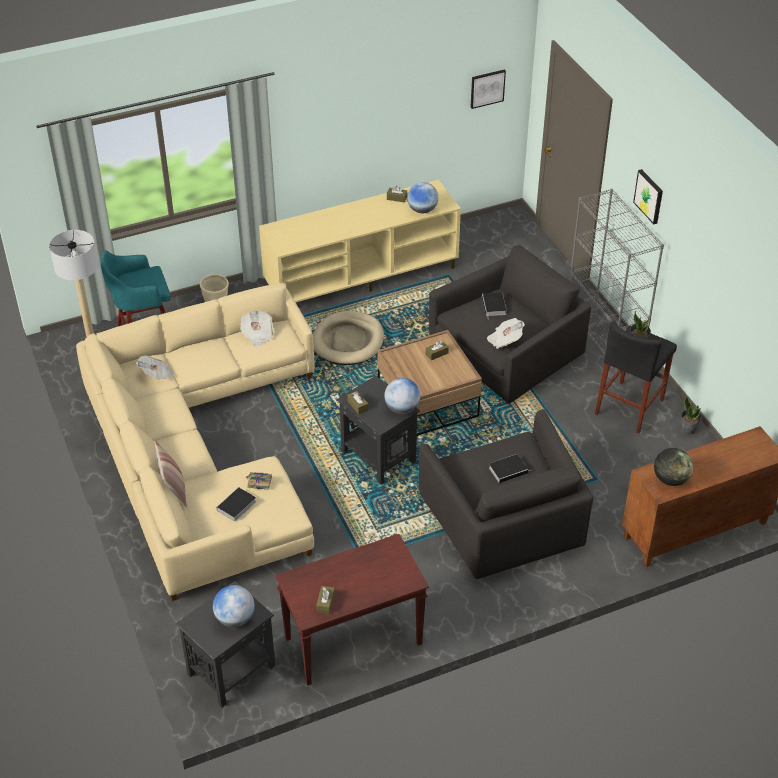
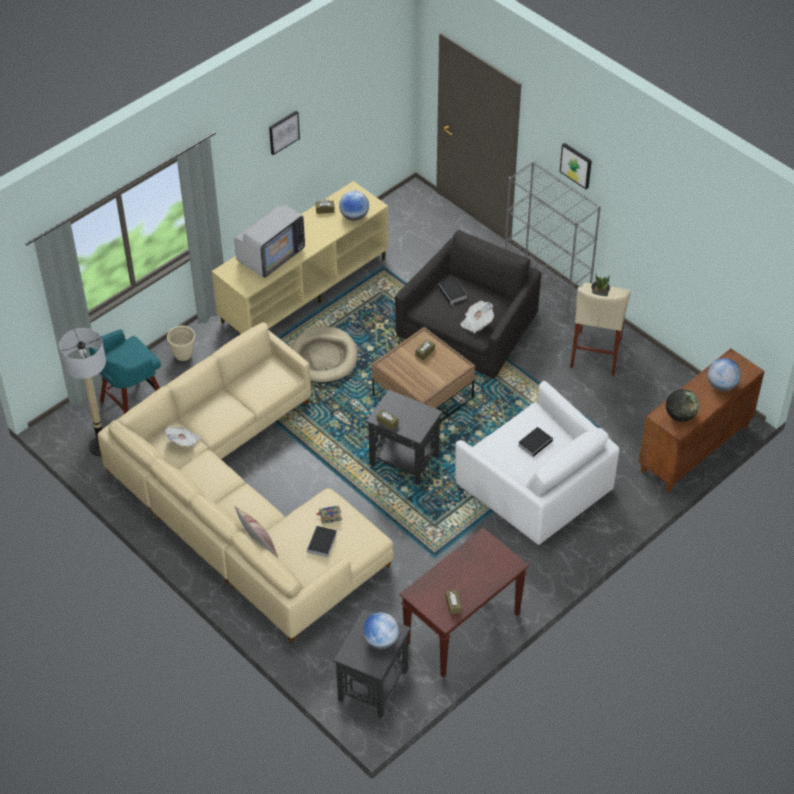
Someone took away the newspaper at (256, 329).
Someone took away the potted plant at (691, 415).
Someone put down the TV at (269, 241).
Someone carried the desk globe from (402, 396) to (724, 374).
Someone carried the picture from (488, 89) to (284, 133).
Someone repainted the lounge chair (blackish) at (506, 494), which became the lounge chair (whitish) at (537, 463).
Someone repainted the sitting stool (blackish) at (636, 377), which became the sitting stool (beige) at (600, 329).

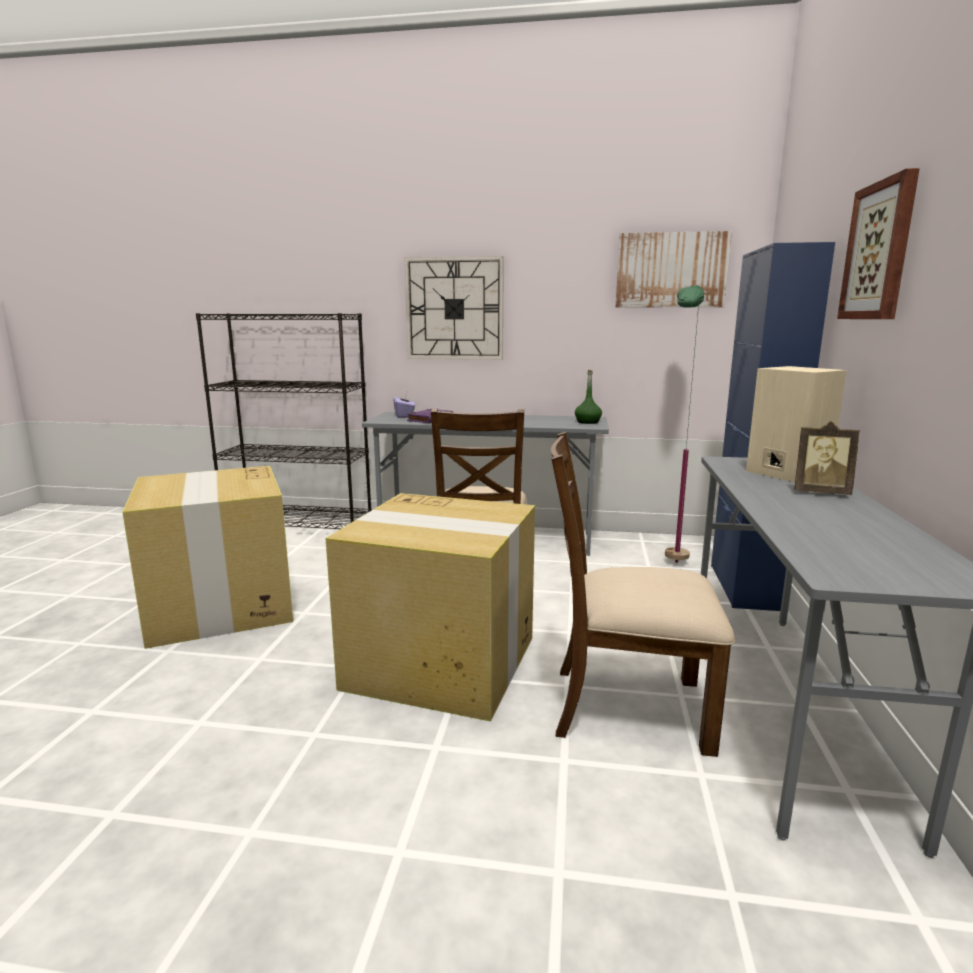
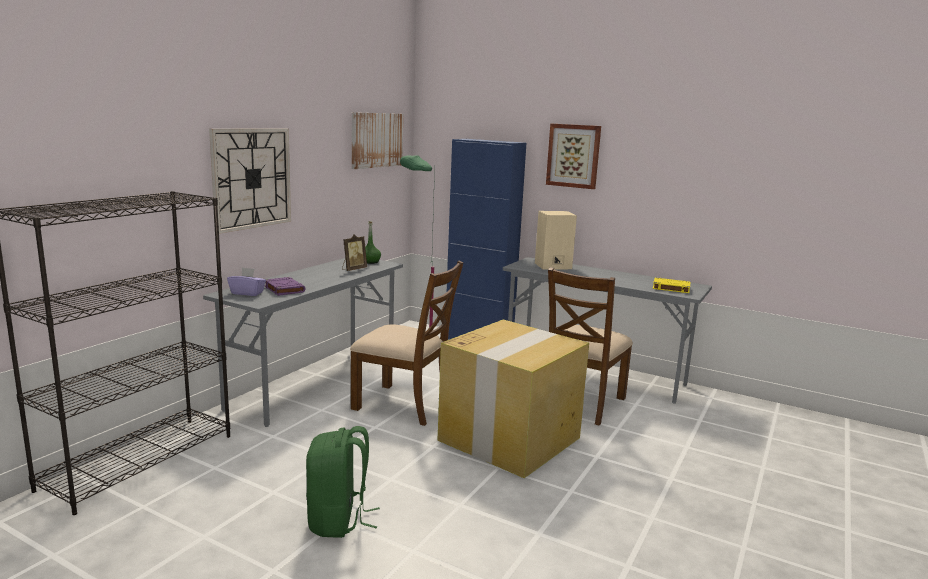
Someone put down the bound book (yellow) at (671, 285).
Someone carried the picture frame from (827, 458) to (354, 252).
Someone swapped the carton at (207, 557) for the rucksack (green-coloured) at (343, 482).

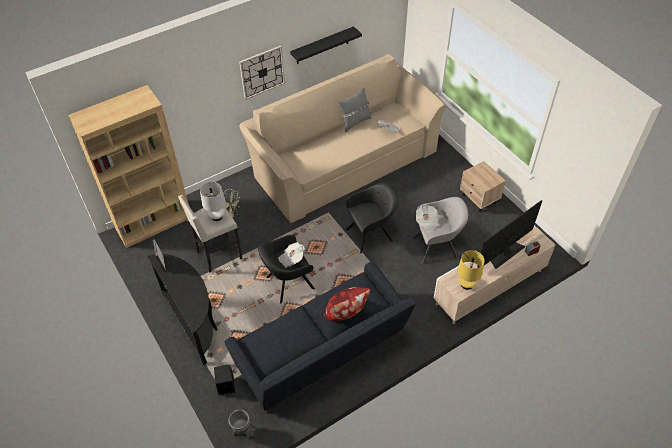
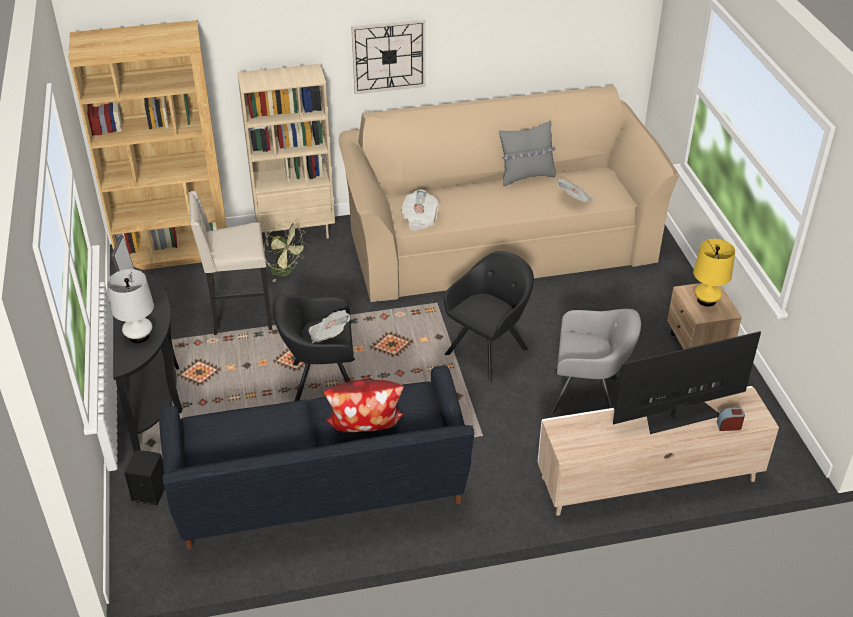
Someone took away the plant pot (greyish) at (239, 424).
Someone took away the shelf (blackish) at (326, 45).
Someone put down the bookshelf (beige) at (286, 155).
Someone carried the table lamp (whitish) from (213, 201) to (130, 306).
Someone carried the newspaper from (427, 218) to (420, 210).
Someone carried the table lamp (yellow) from (471, 270) to (714, 273).
Someone rotated the lounge chair (blackish) at (372, 217) by 45 degrees counterclockwise.

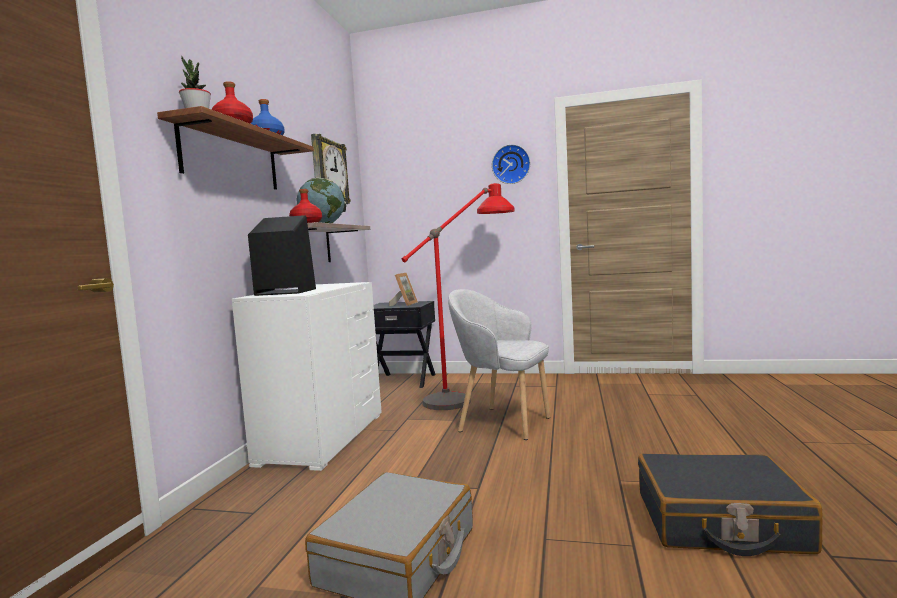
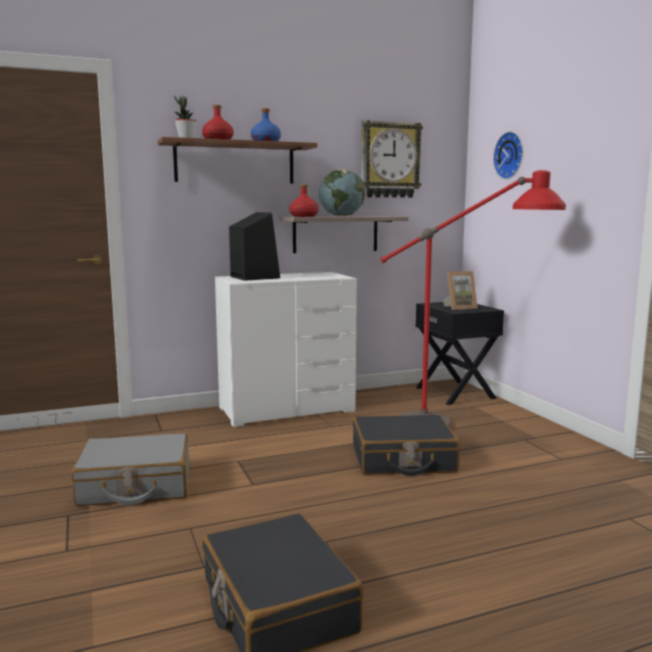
Someone carried the clock on the wall from (511, 164) to (508, 155).
Someone swapped the lounge chair (greyish) at (499, 364) for the suitcase (blackish) at (406, 445).

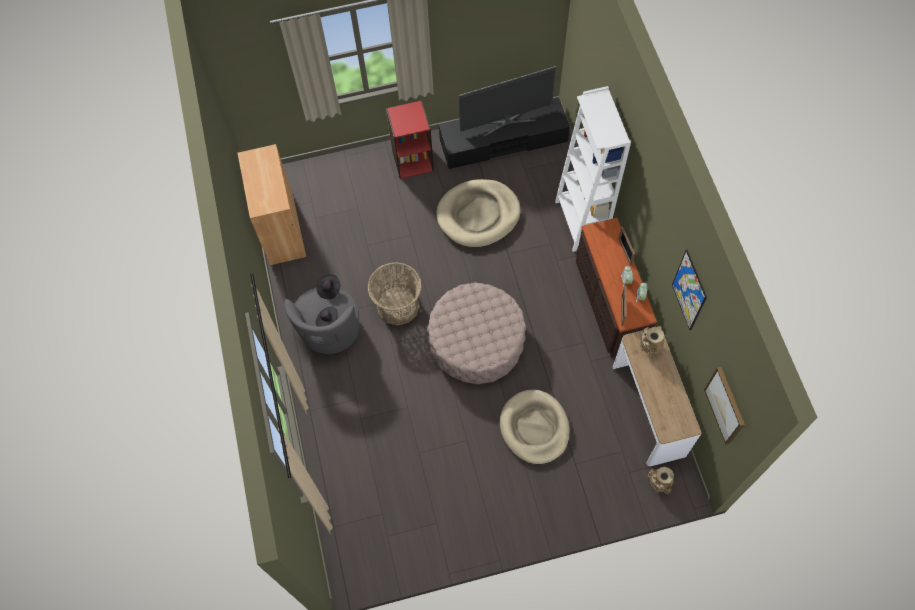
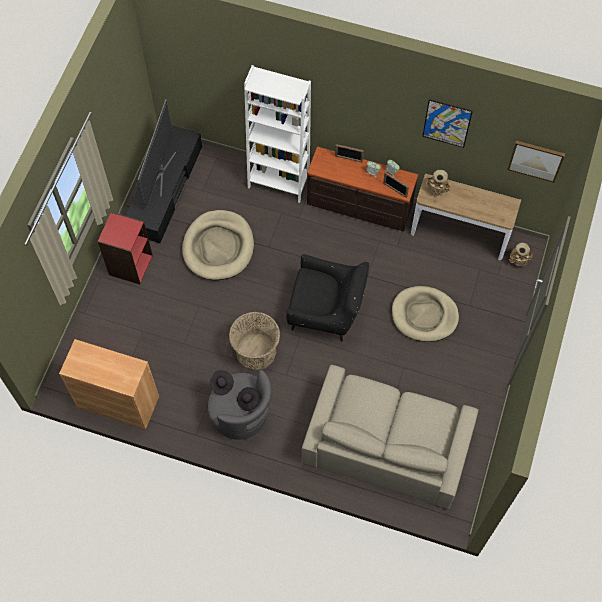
Someone put down the couch (beige) at (390, 437).
Someone swapped the pouffe (beige) at (476, 333) for the lounge chair (blackish) at (327, 297).

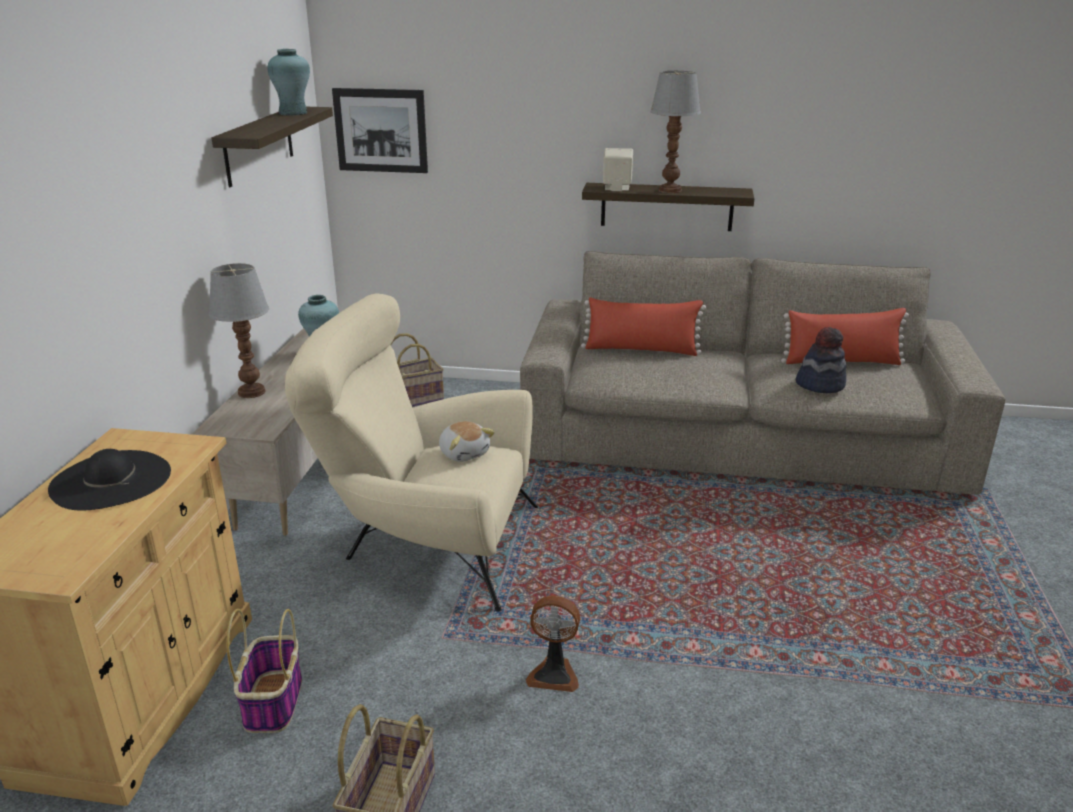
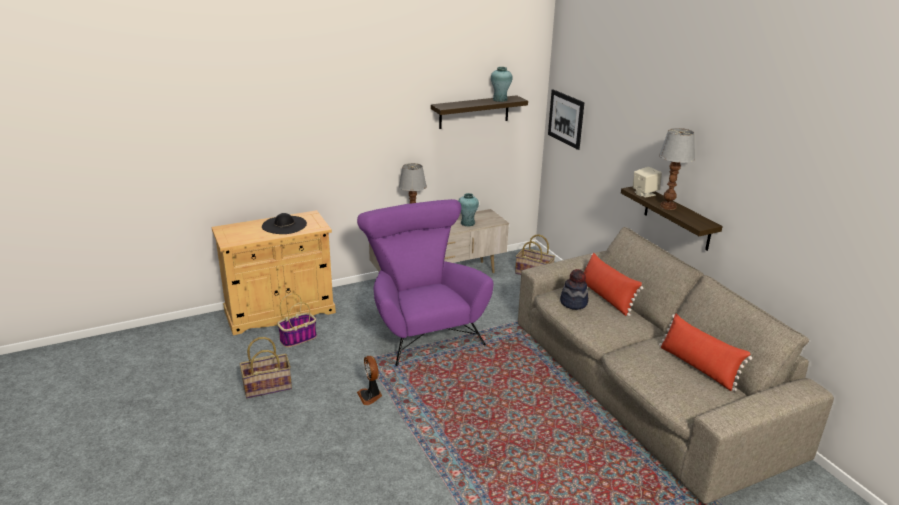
Someone took away the cuddly toy at (467, 441).
Someone carried the wearable hat from (821, 360) to (574, 289).
Someone repainted the lounge chair (beige) at (411, 452), which became the lounge chair (purple-coloured) at (425, 282).

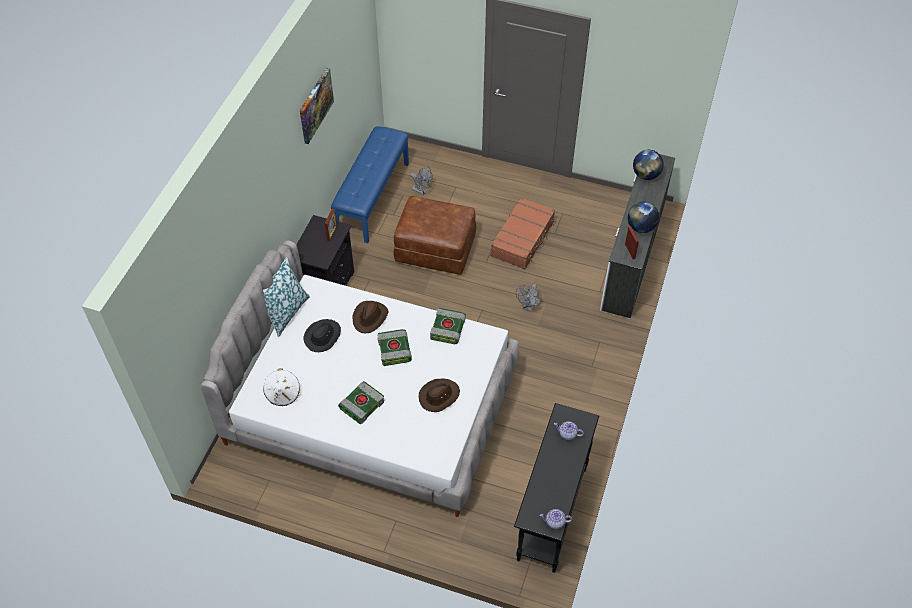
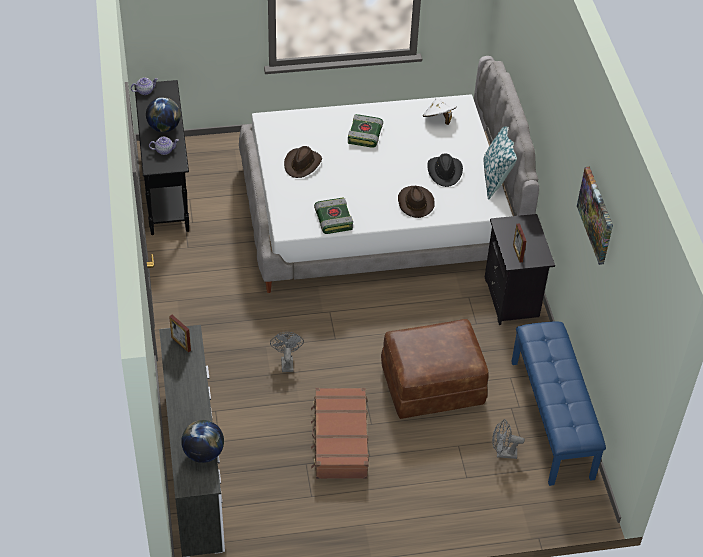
Someone took away the bound book at (394, 347).
Someone carried the desk globe from (643, 217) to (163, 114).

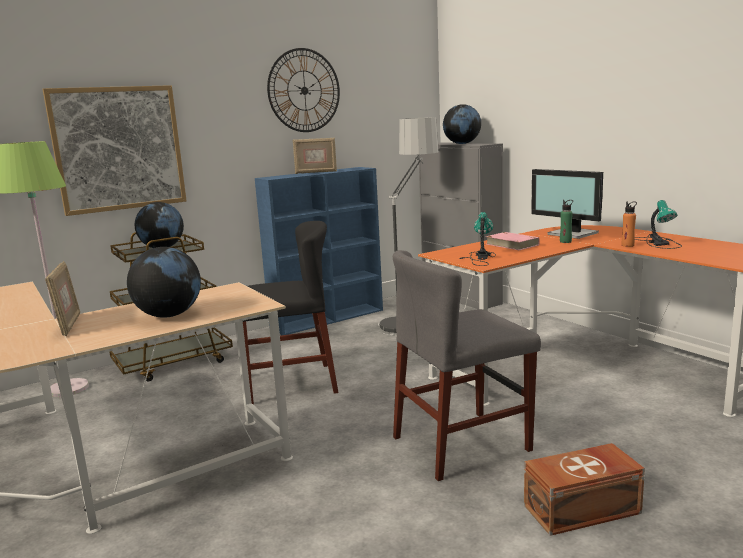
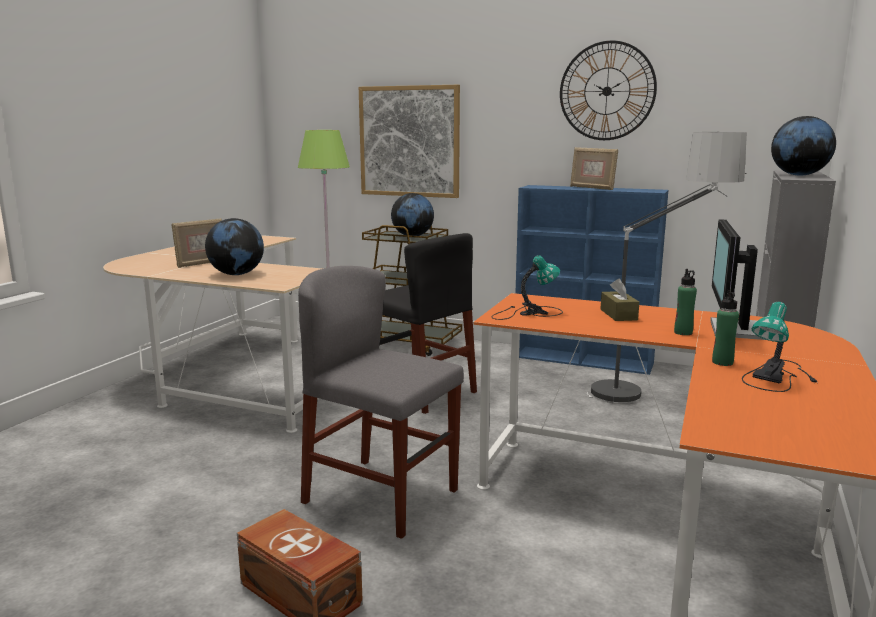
Someone swapped the bound book (pinkish) at (512, 241) for the tissue holder (brownish) at (619, 299).
Someone repainted the bottle (orange-coloured) at (629, 224), which became the bottle (green-coloured) at (725, 328).

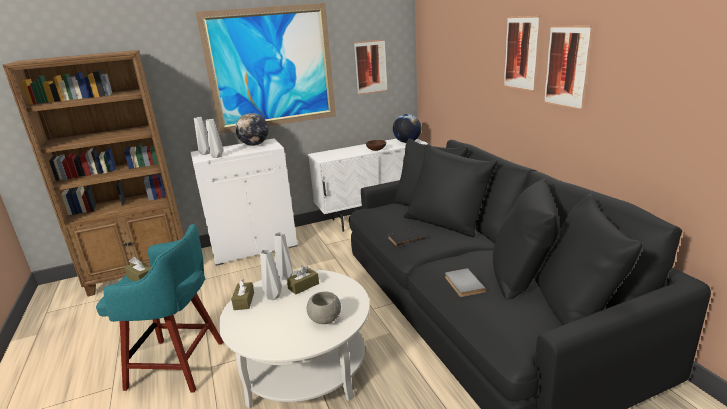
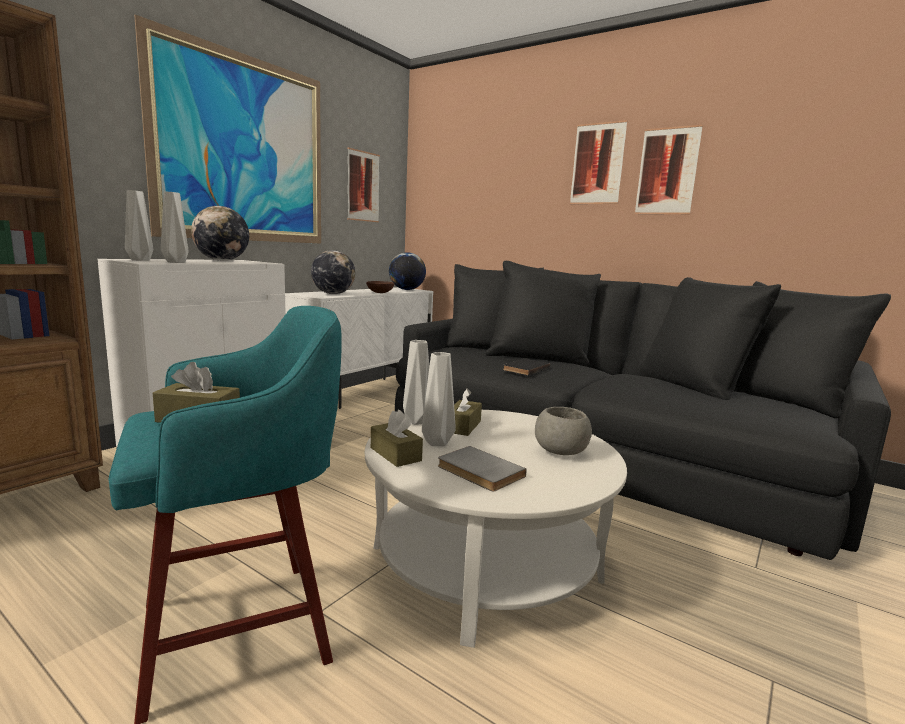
Someone put down the desk globe at (333, 272).
Someone carried the bound book (greyish) from (465, 282) to (482, 468).

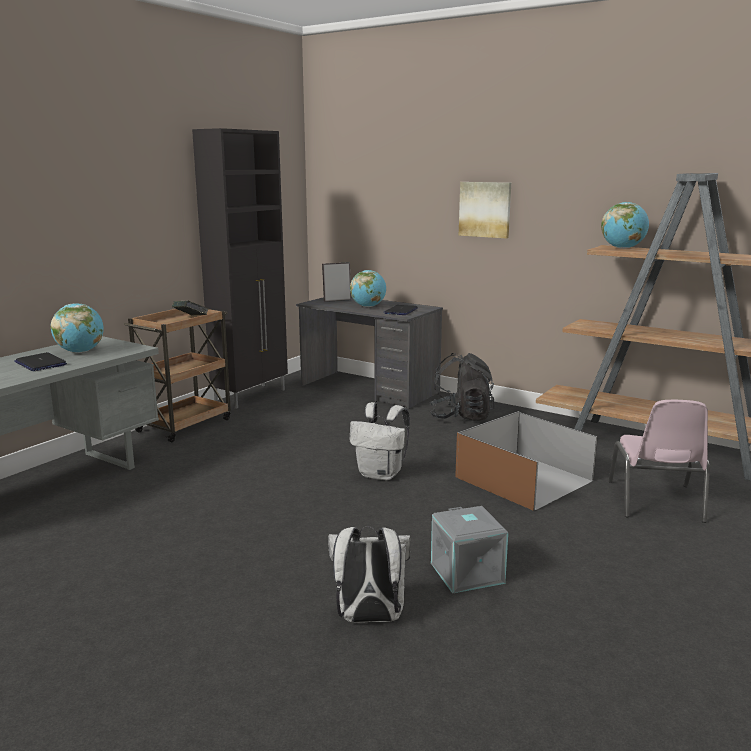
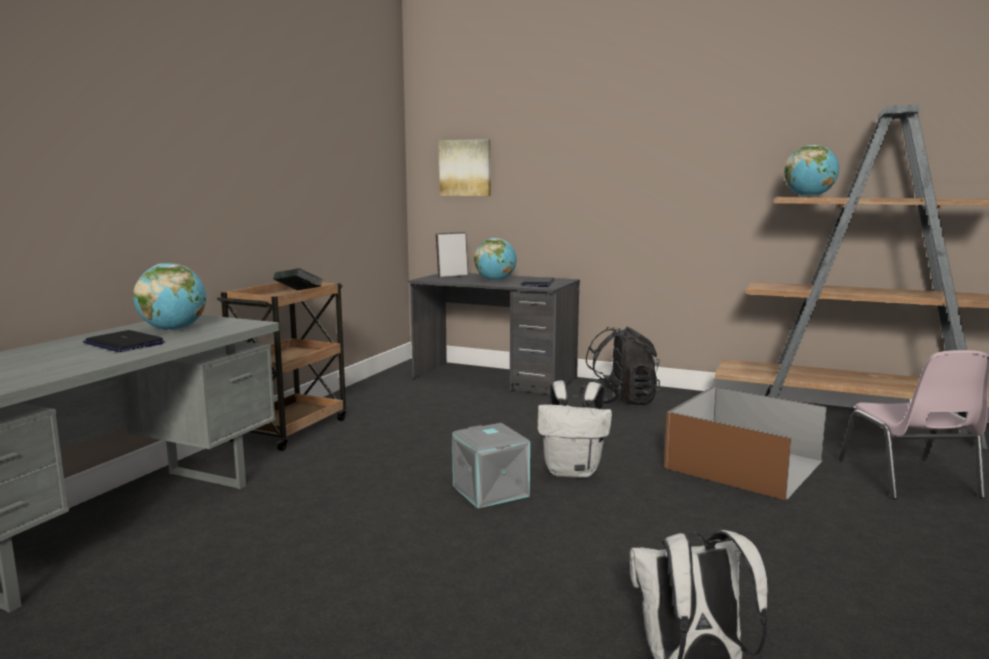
Someone took away the cupboard (blackish) at (240, 268).
Someone carried the storage bin (greyish) from (469, 550) to (491, 466).
Someone carried the picture from (485, 210) to (465, 167).

